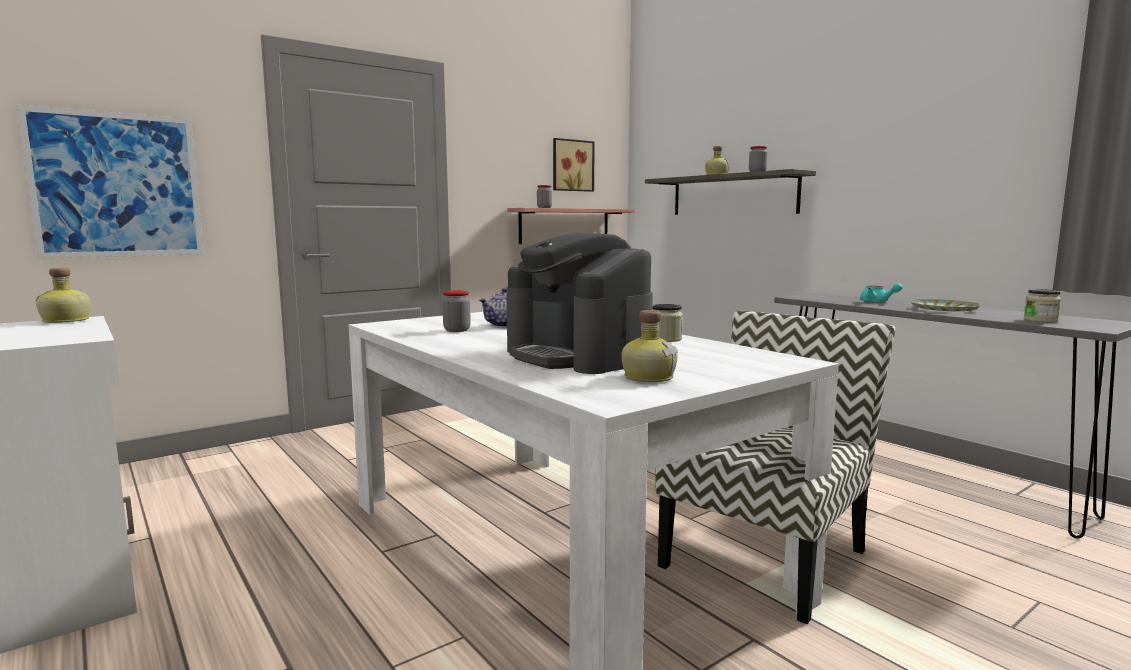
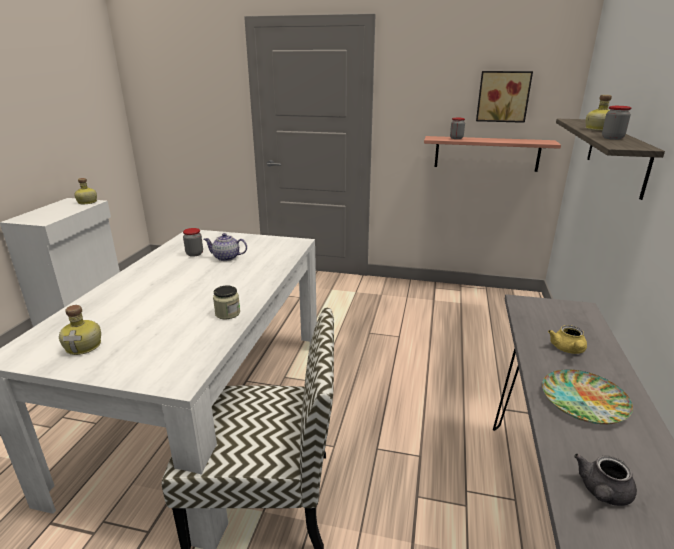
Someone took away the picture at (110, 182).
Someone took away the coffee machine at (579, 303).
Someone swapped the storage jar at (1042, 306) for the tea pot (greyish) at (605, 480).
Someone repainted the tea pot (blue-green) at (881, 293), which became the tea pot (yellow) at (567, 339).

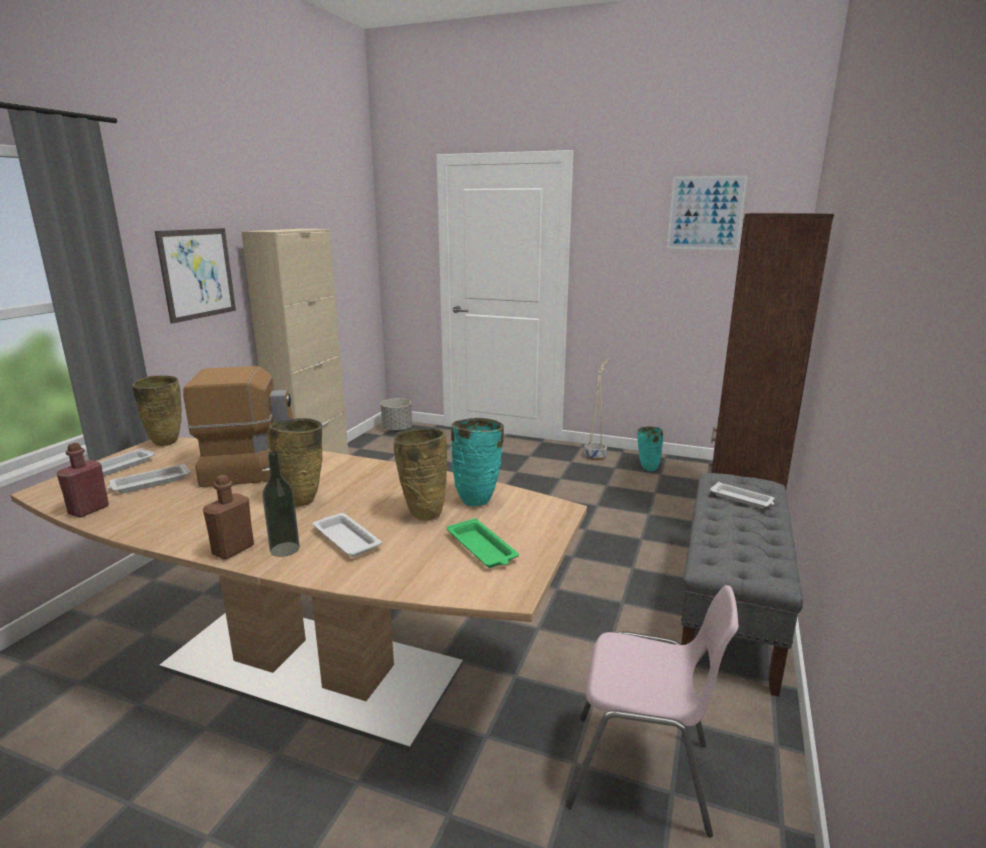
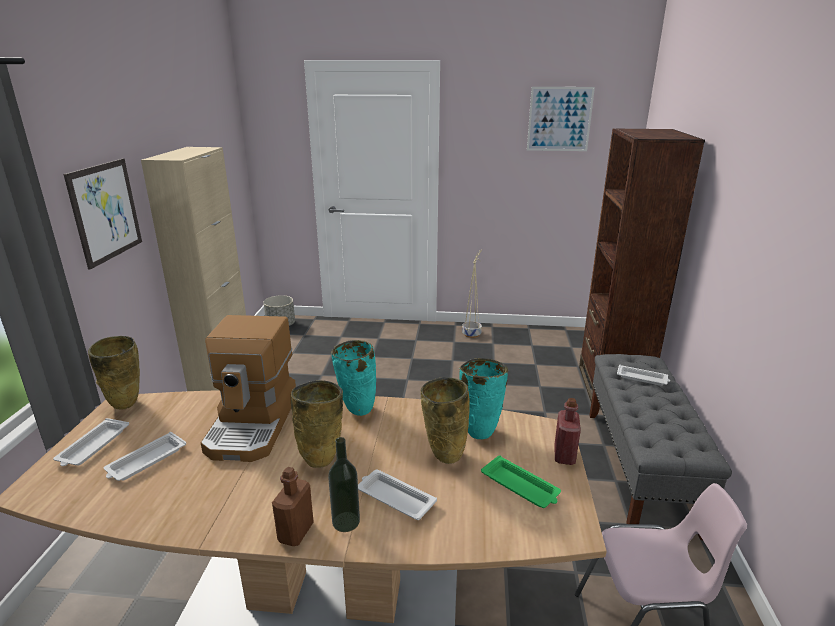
Someone carried the bottle (red-coloured) from (83, 480) to (567, 431).
Someone carried the decorative vase (blue-green) from (650, 448) to (353, 378).
Someone rotated the coffee machine at (253, 426) by 120 degrees clockwise.

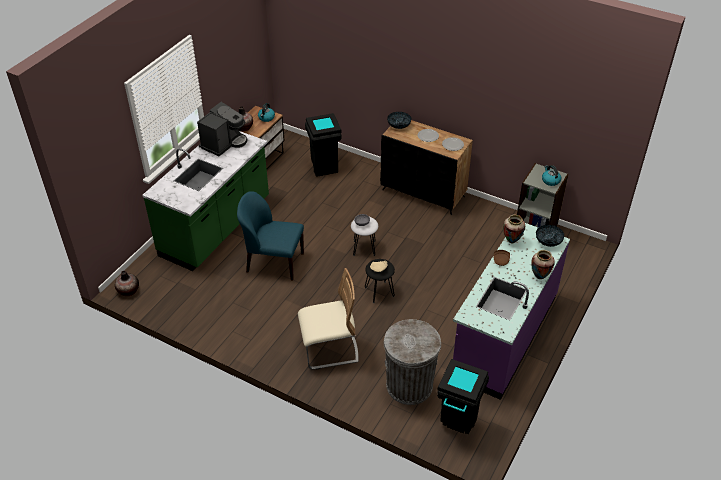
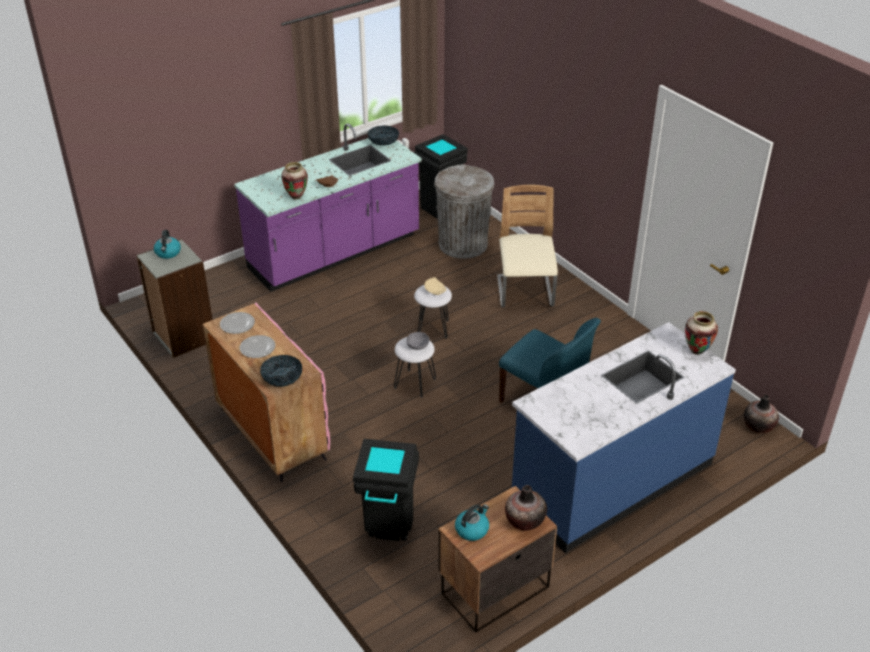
Someone took away the coffee machine at (222, 129).
Someone carried the decorative vase from (543, 264) to (701, 333).
Someone carried the deep dish from (550, 236) to (383, 135).
Someone repainted the kitchen counter (green-coloured) at (205, 201), which became the kitchen counter (blue-coloured) at (624, 437).
Someone repainted the sitting stool (blackish) at (380, 281), which became the sitting stool (whitish) at (433, 312).
Someone repainted the cupboard (blackish) at (426, 167), which became the cupboard (pinkish) at (266, 392).
Someone rotated the upright chair (beige) at (328, 318) by 75 degrees clockwise.

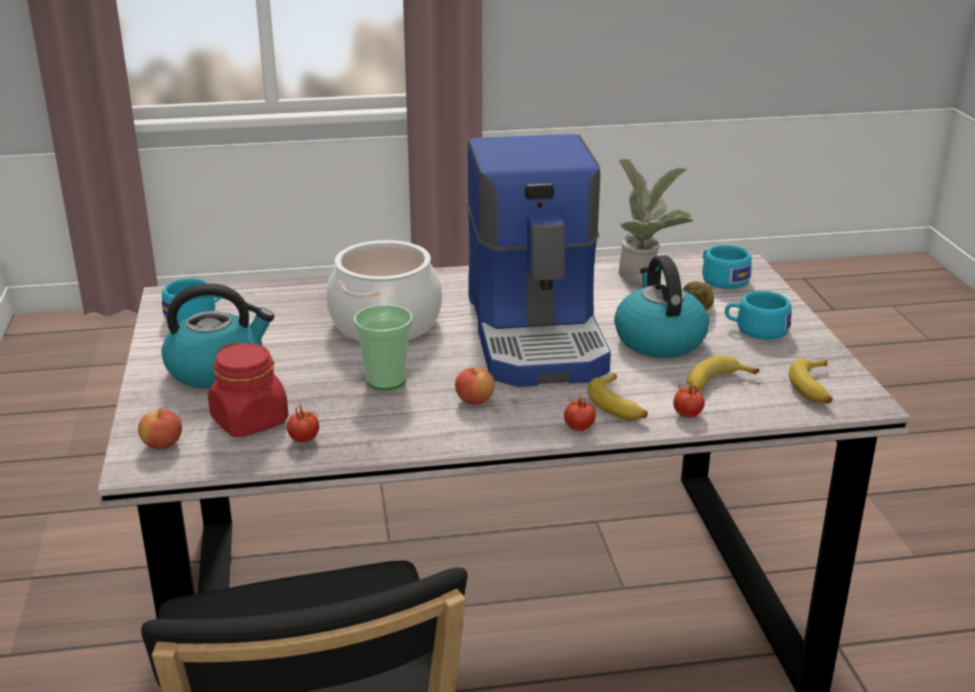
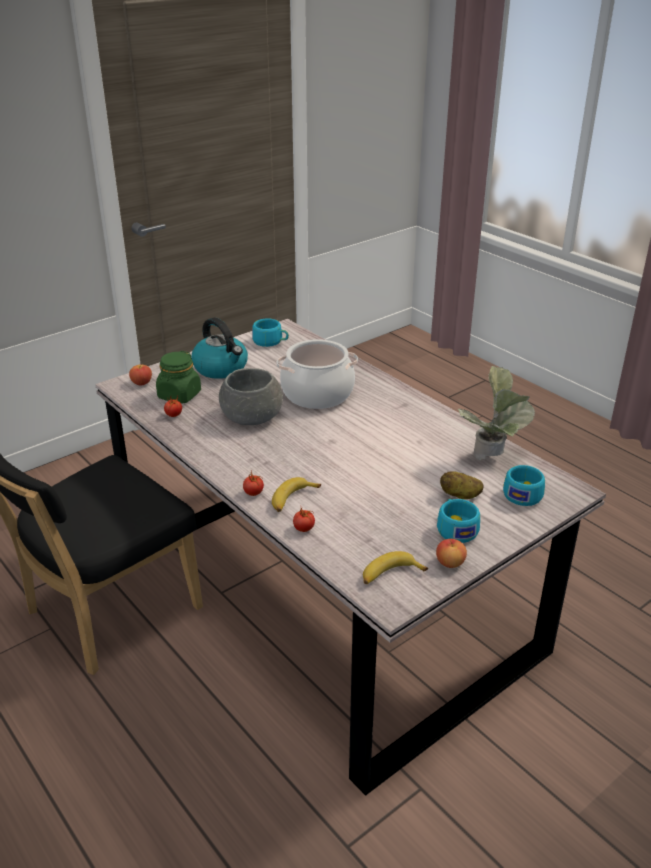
Someone took away the coffee machine at (539, 260).
Someone took away the kettle at (661, 307).
Someone took away the whole banana at (723, 373).
Someone carried the apple fruit from (475, 386) to (451, 553).
Someone swapped the cup at (383, 347) for the deep dish (greyish) at (251, 396).
Someone repainted the storage jar (red-coloured) at (248, 389), which became the storage jar (green-coloured) at (178, 377).

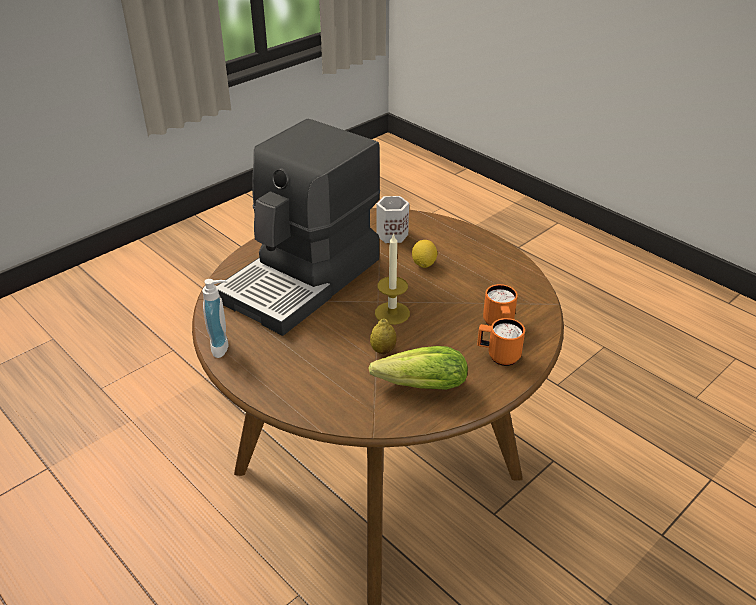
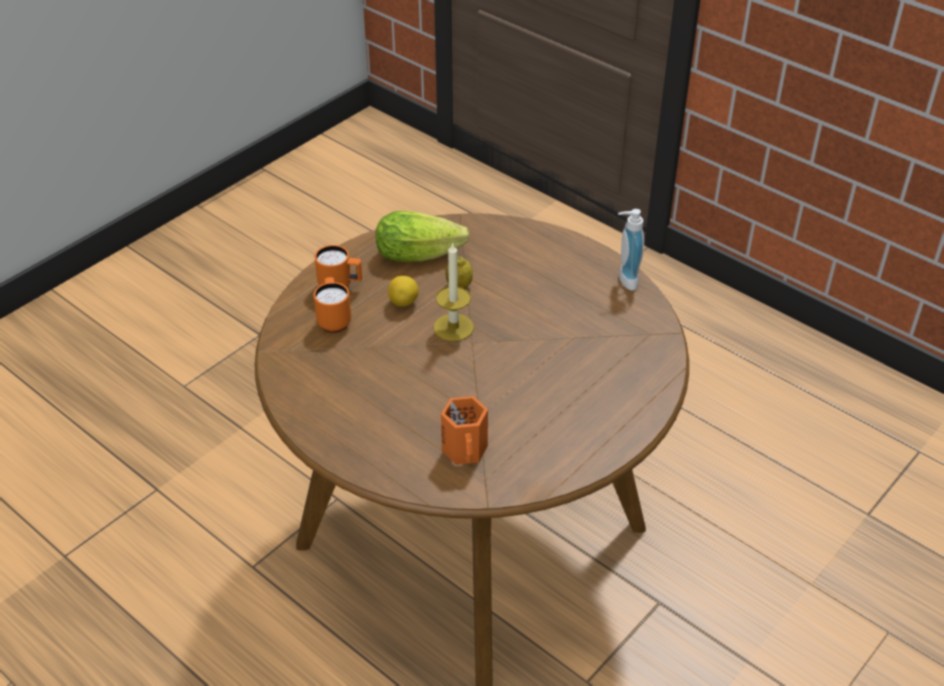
Someone took away the coffee machine at (298, 227).
Someone carried the lemon from (424, 254) to (403, 291).
Someone repainted the coffee mug (whitish) at (392, 219), which became the coffee mug (orange-coloured) at (464, 430).

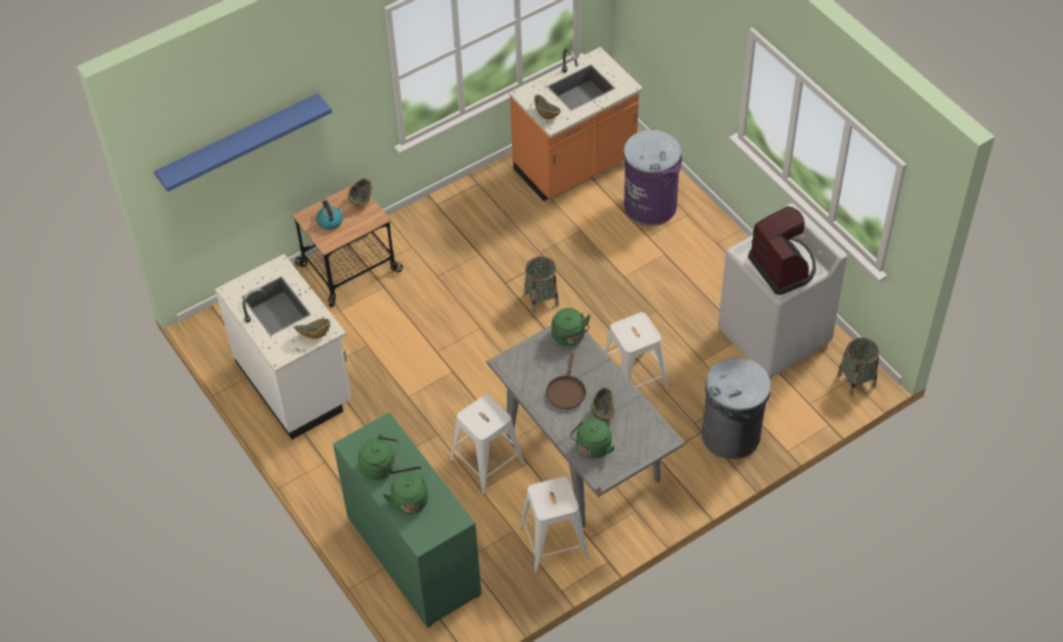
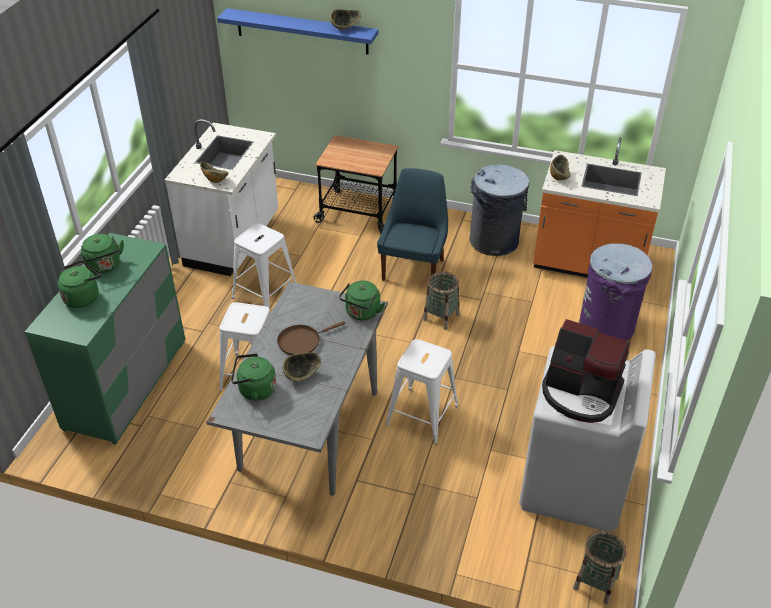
Someone took away the kettle at (329, 215).
Someone put down the upright chair (blue-coloured) at (412, 224).
Someone carried the deep dish from (360, 192) to (345, 19).
Someone carried the sitting stool (whitish) from (554, 525) to (264, 266).
Someone carried the waste bin (greyish) from (736, 408) to (499, 210).
Someone rotated the coffee machine at (782, 250) by 90 degrees clockwise.

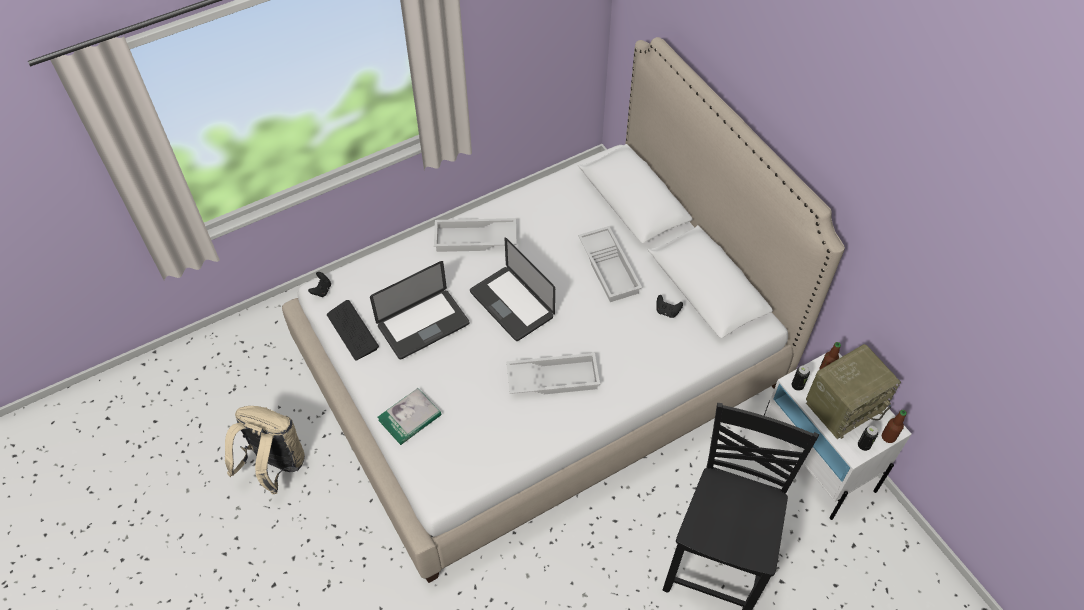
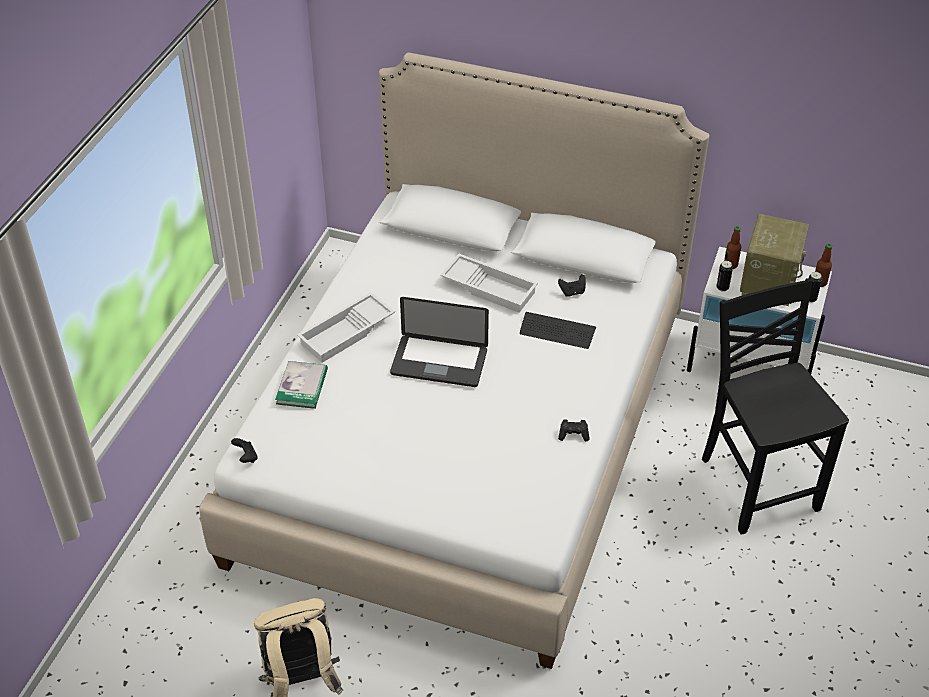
Someone took away the laptop at (420, 310).
Someone took away the serving tray (whitish) at (553, 373).
Someone put down the gamepad (blackish) at (574, 430).
Someone carried the computer keyboard from (353, 330) to (558, 330).
Someone carried the bound book from (409, 416) to (301, 385).

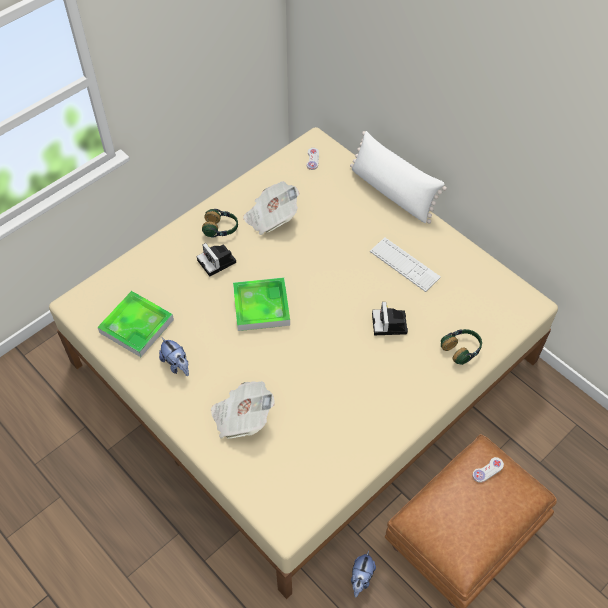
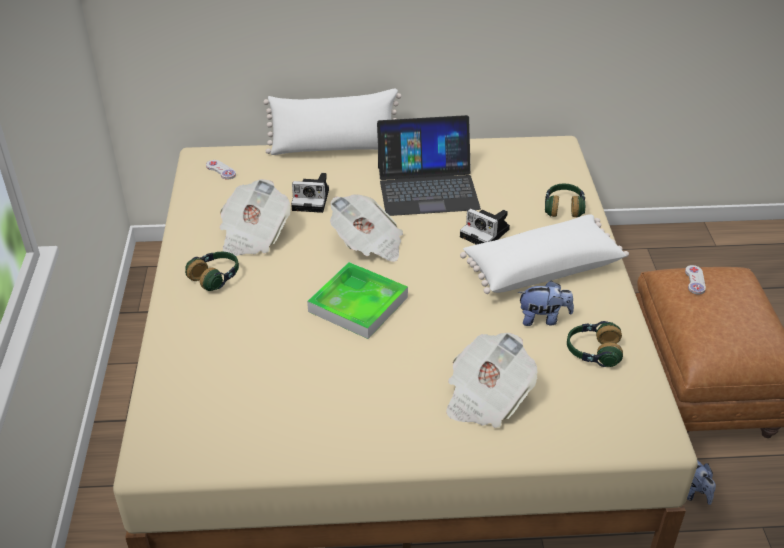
Someone took away the serving tray at (135, 324).
Someone put down the newspaper at (366, 228).
Someone put down the throw pillow (whitish) at (544, 254).
Someone put down the headphones at (595, 344).
Someone carried the cuddly toy from (174, 357) to (546, 303).
Someone carried the still camera from (216, 259) to (310, 193).
Someone swapped the computer keyboard at (405, 265) for the laptop at (429, 165).

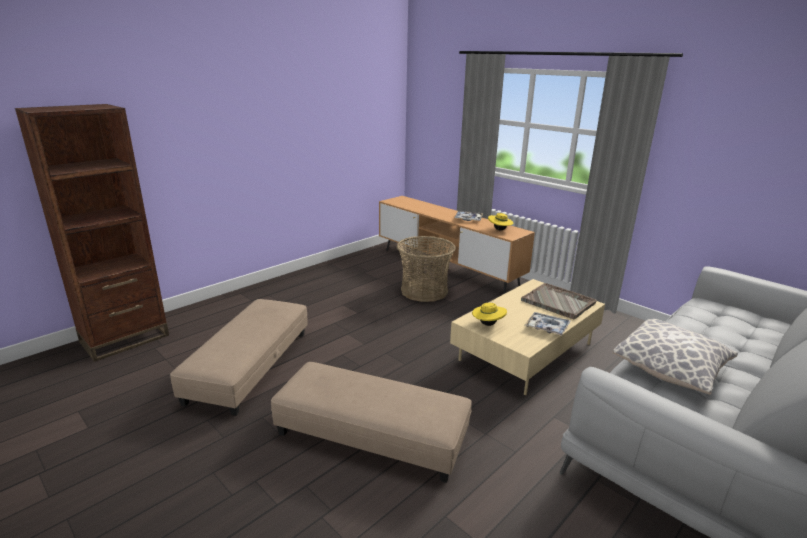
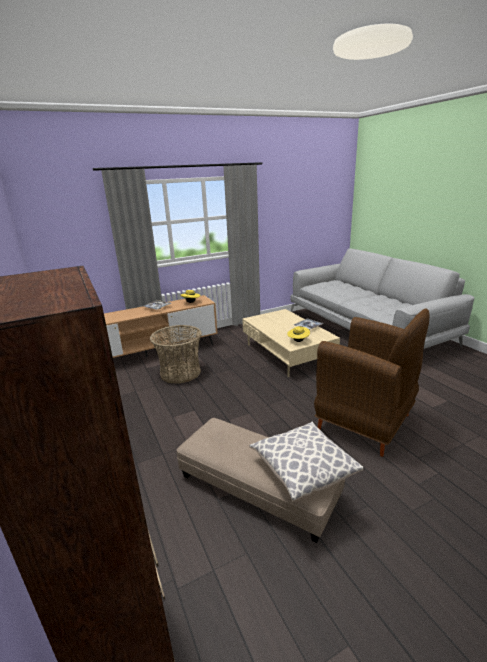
Someone took away the serving tray (greyish) at (559, 301).
Someone carried the throw pillow from (675, 357) to (306, 461).
Someone swapped the pouffe (beige) at (371, 422) for the lounge chair (brownish) at (371, 382).

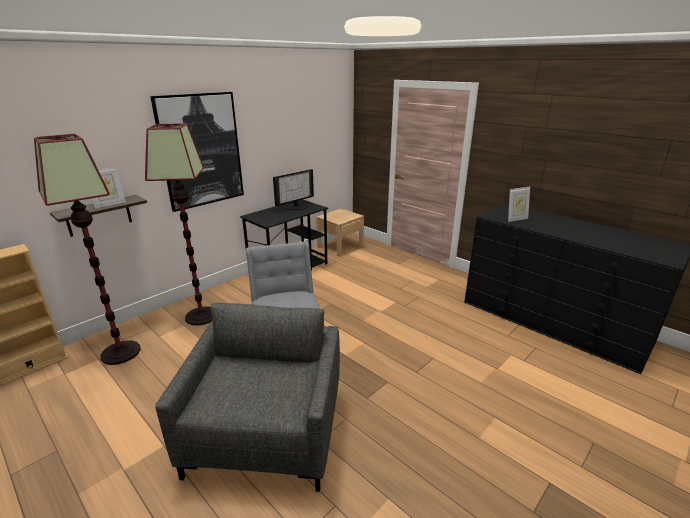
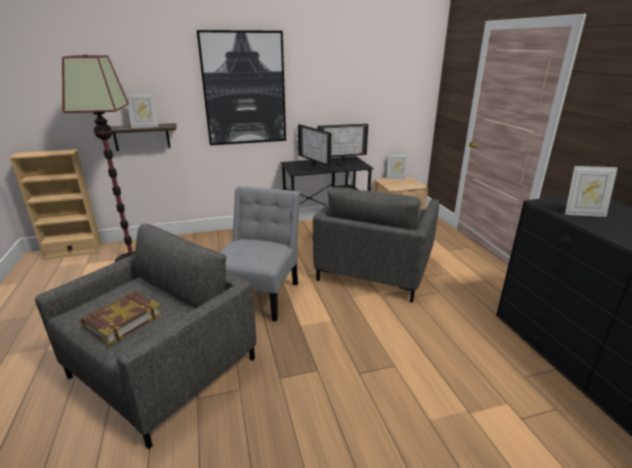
Someone took away the standard lamp at (178, 224).
Someone put down the bound book at (121, 318).
Someone put down the computer display at (314, 147).
Someone put down the lounge chair (greyish) at (376, 245).
Someone put down the picture frame at (398, 167).

